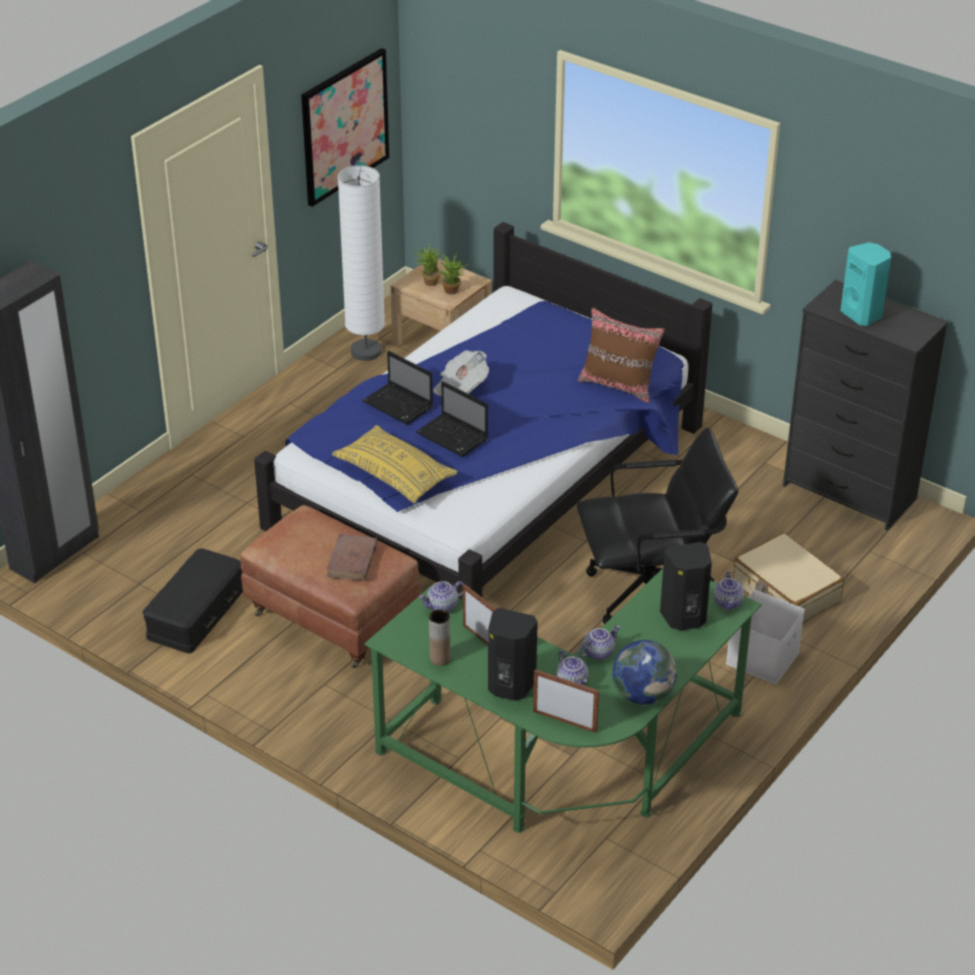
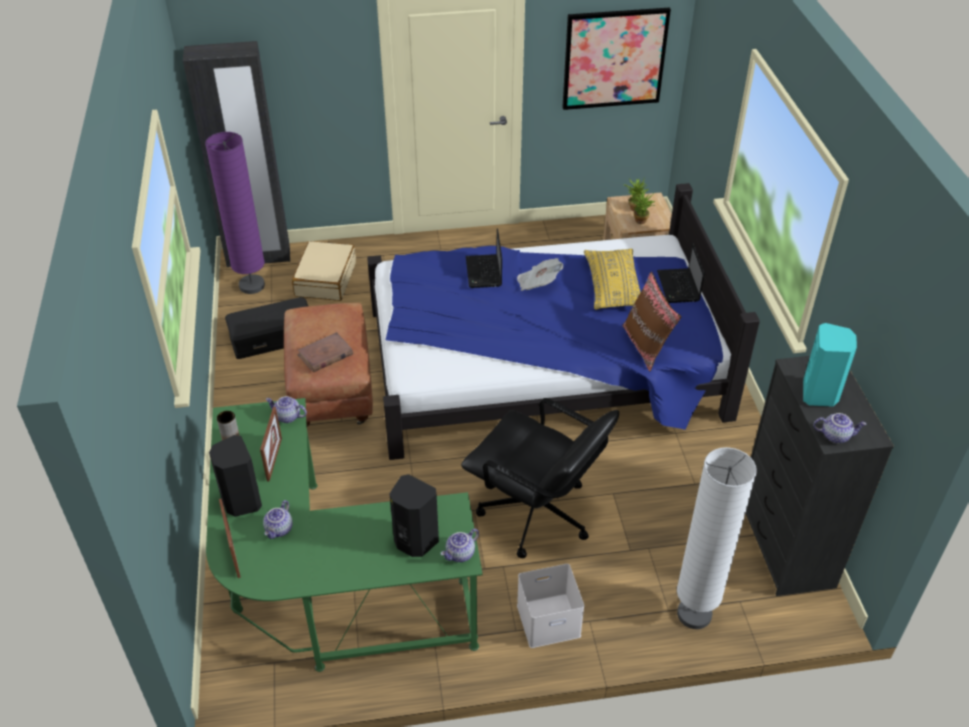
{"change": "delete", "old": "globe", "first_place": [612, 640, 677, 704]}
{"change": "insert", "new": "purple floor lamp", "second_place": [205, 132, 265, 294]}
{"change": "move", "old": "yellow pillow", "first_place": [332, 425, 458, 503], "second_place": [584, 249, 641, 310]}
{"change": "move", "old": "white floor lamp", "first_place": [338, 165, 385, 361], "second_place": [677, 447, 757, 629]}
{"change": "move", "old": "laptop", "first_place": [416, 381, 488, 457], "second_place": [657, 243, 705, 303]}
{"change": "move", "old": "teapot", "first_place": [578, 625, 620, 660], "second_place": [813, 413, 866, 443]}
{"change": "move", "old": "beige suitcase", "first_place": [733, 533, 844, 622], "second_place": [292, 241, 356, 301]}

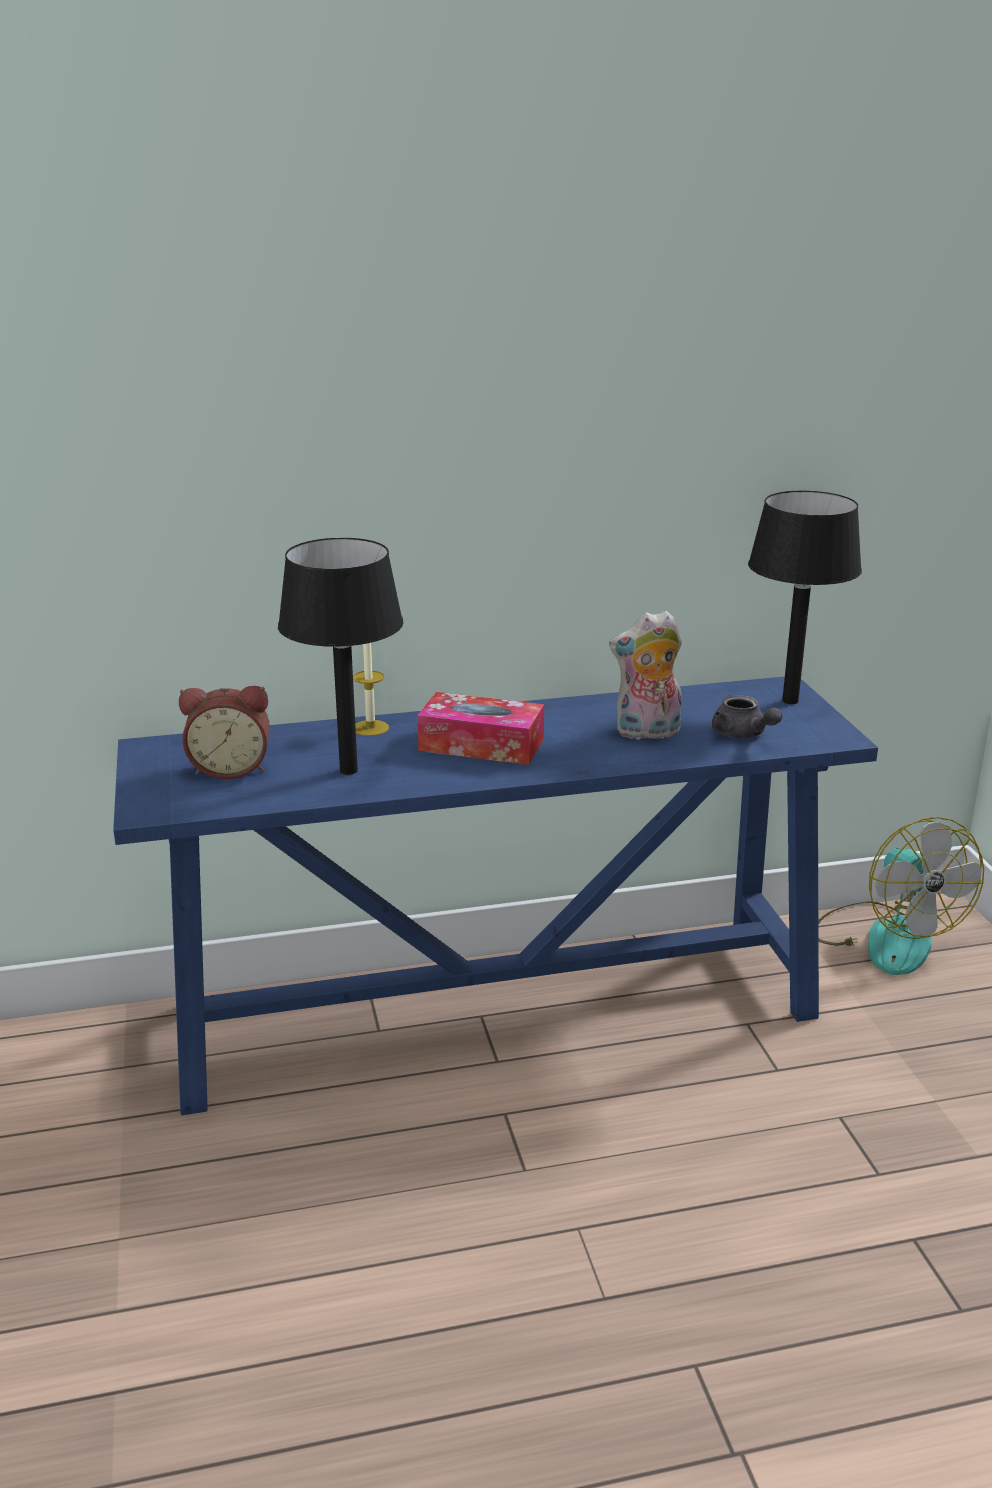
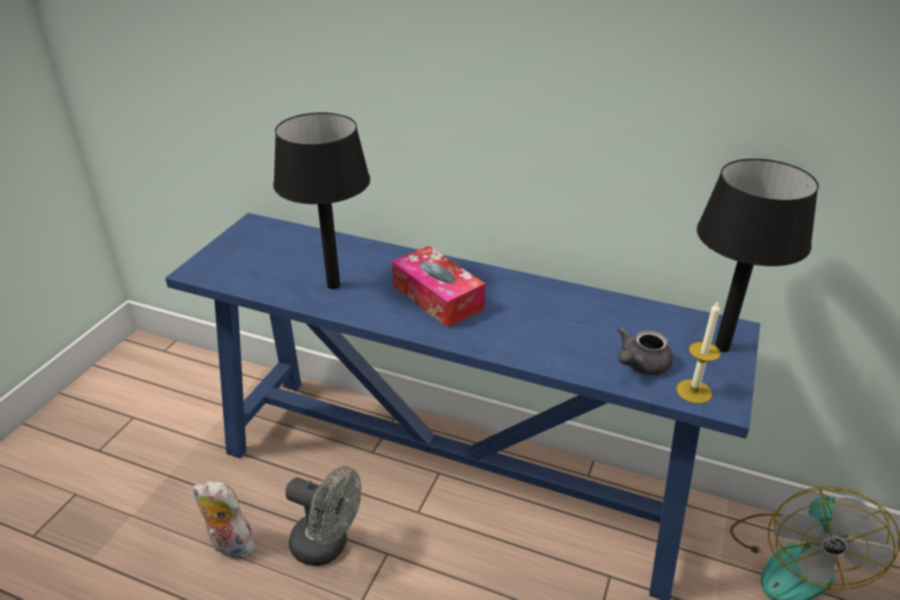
{"change": "delete", "old": "alarm clock", "first_place": [179, 686, 270, 779]}
{"change": "insert", "new": "grey fan", "second_place": [285, 466, 361, 566]}
{"change": "move", "old": "candle", "first_place": [353, 643, 389, 736], "second_place": [676, 301, 721, 404]}
{"change": "move", "old": "plush toy", "first_place": [609, 611, 682, 740], "second_place": [193, 481, 255, 559]}
{"change": "rotate", "old": "grey teapot", "first_place": [712, 695, 783, 738], "second_place": [618, 327, 673, 375], "degrees": 45}

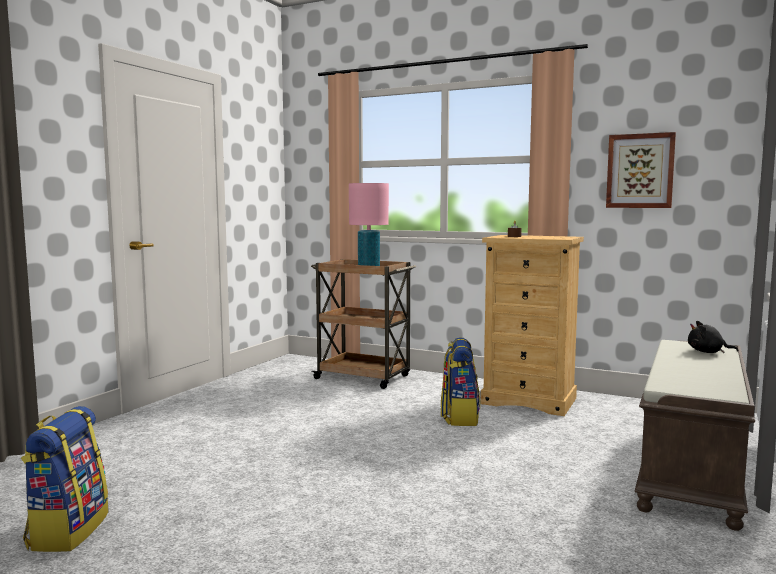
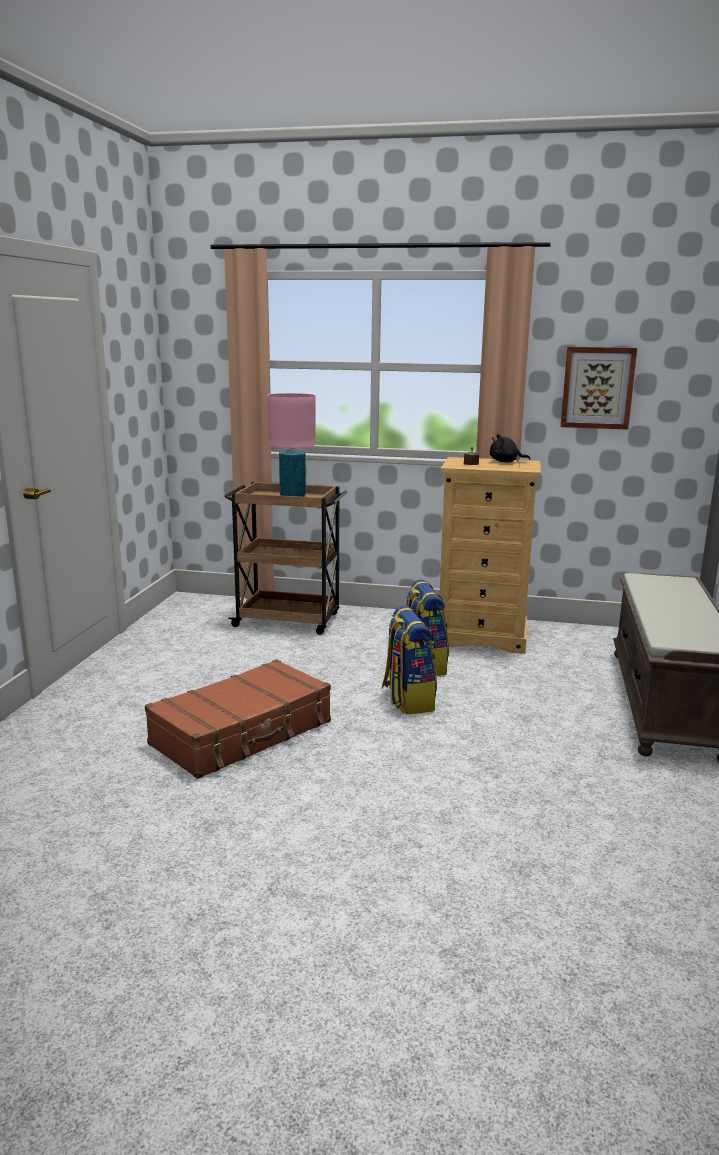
{"change": "insert", "new": "brown suitcase", "second_place": [145, 659, 331, 779]}
{"change": "move", "old": "backpack", "first_place": [21, 406, 109, 552], "second_place": [382, 606, 437, 714]}
{"change": "move", "old": "black plush toy", "first_place": [688, 321, 739, 353], "second_place": [490, 434, 530, 462]}

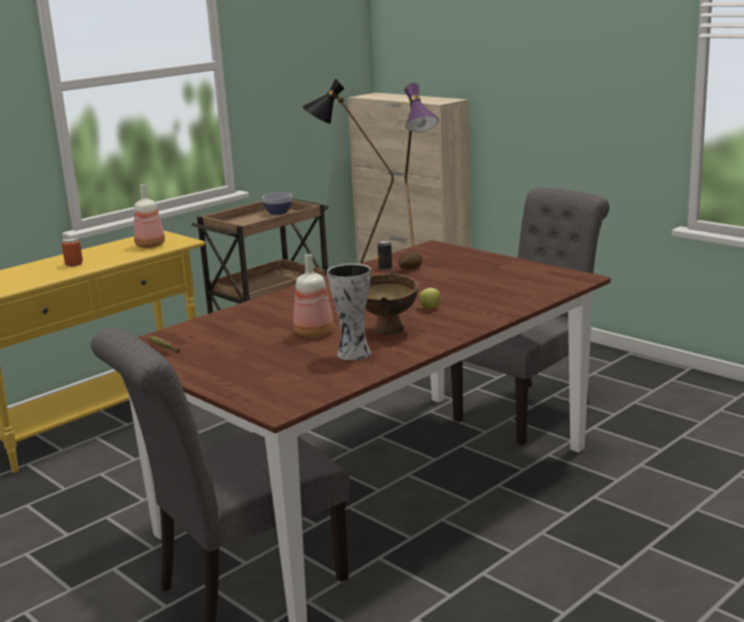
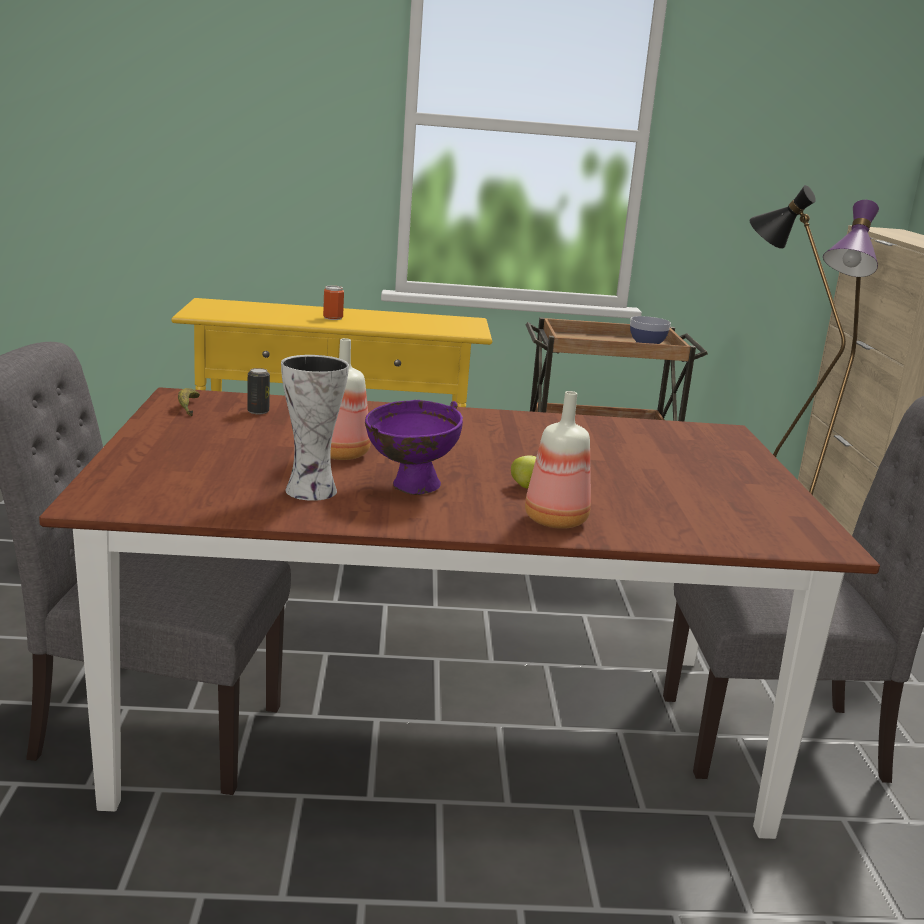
{"change": "delete", "old": "potato", "first_place": [398, 252, 422, 269]}
{"change": "move", "old": "bottle", "first_place": [134, 184, 165, 248], "second_place": [525, 391, 591, 529]}
{"change": "move", "old": "can", "first_place": [377, 240, 392, 270], "second_place": [247, 368, 270, 414]}
{"change": "recolor", "old": "brown bowl", "new": "purple bowl", "first_place": [366, 270, 418, 335], "second_place": [365, 400, 463, 495]}

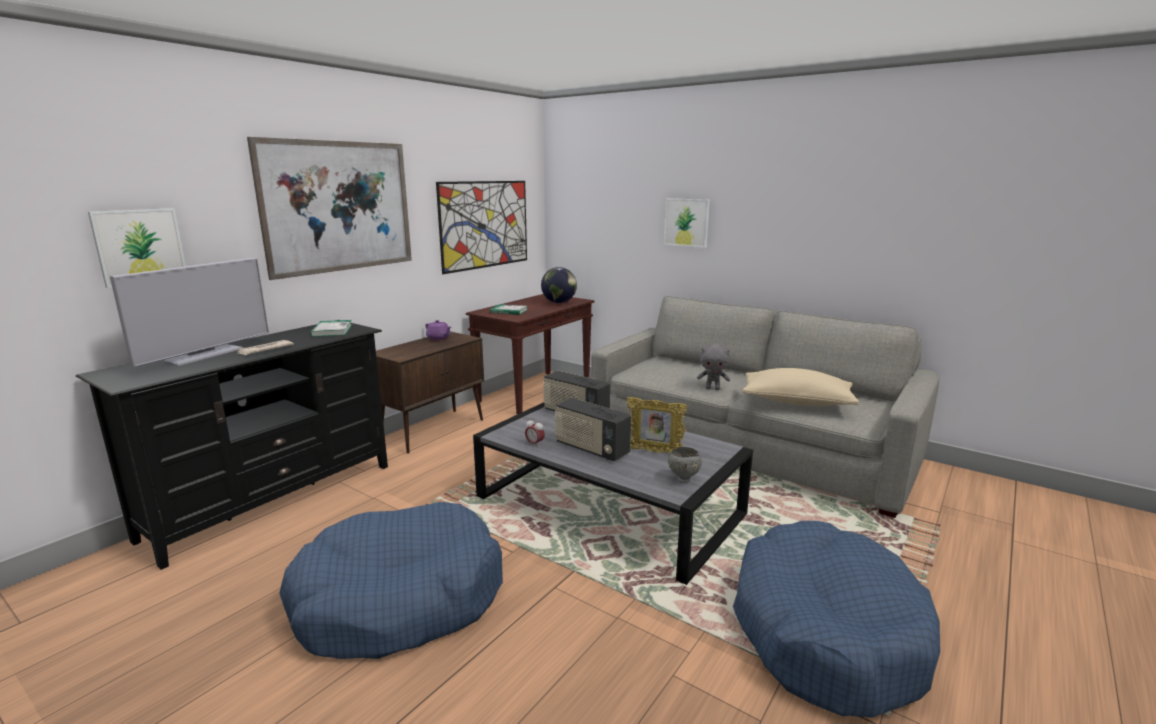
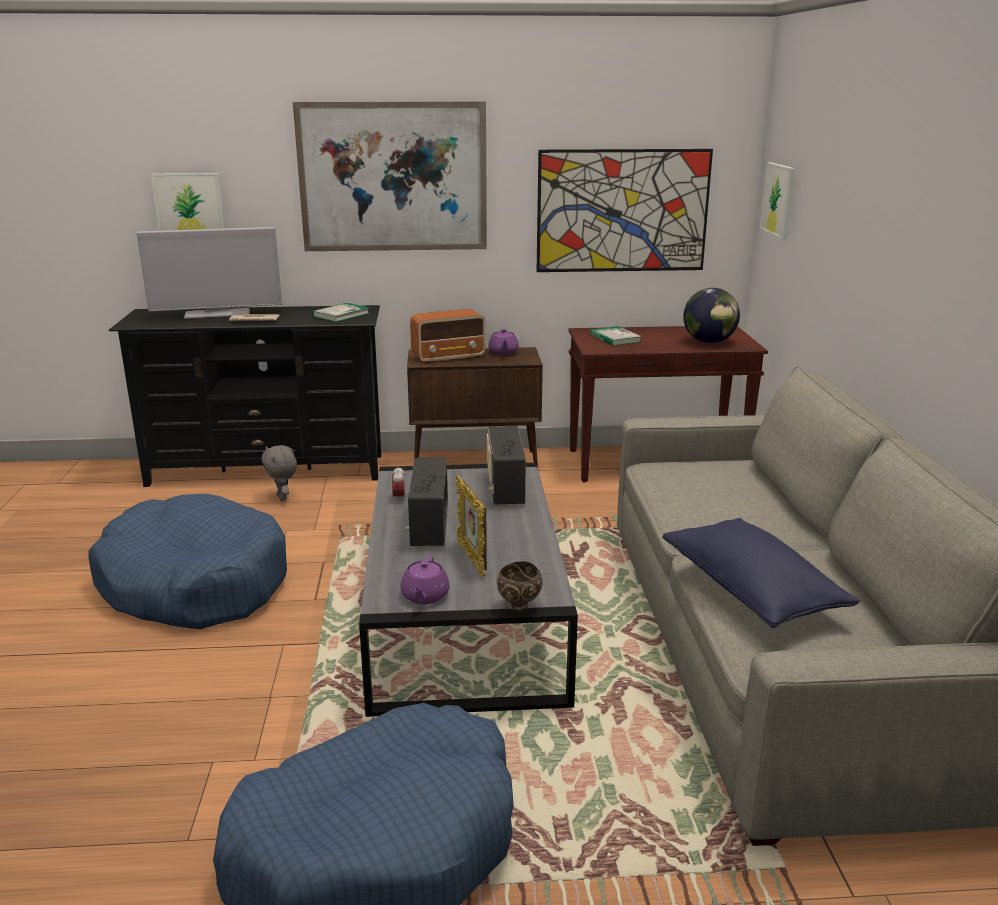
{"change": "insert", "new": "radio", "second_place": [410, 309, 486, 364]}
{"change": "insert", "new": "brown bowl", "second_place": [497, 561, 543, 611]}
{"change": "move", "old": "picture", "first_place": [664, 198, 710, 248], "second_place": [760, 162, 795, 239]}
{"change": "move", "old": "grey plush toy", "first_place": [697, 344, 730, 390], "second_place": [261, 445, 297, 501]}
{"change": "replace", "old": "grey bowl", "new": "purple teapot", "first_place": [668, 447, 702, 483], "second_place": [401, 556, 450, 604]}
{"change": "recolor", "old": "beige pillow", "new": "blue pillow", "first_place": [742, 368, 859, 406], "second_place": [662, 518, 860, 628]}

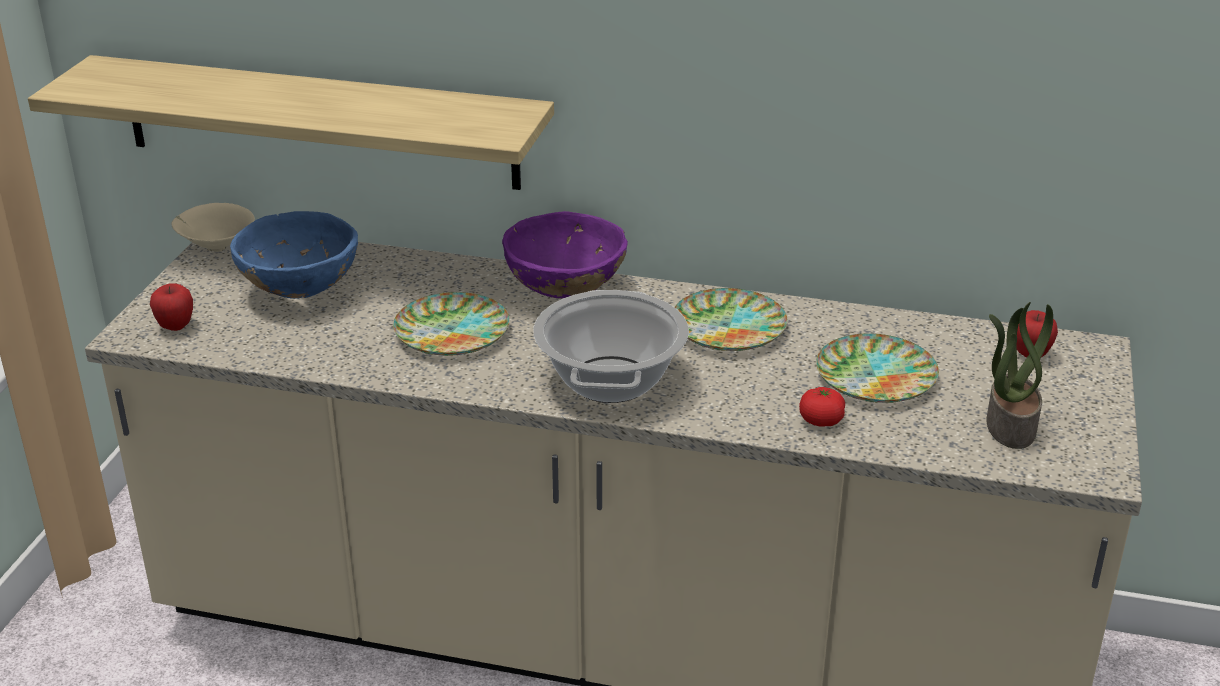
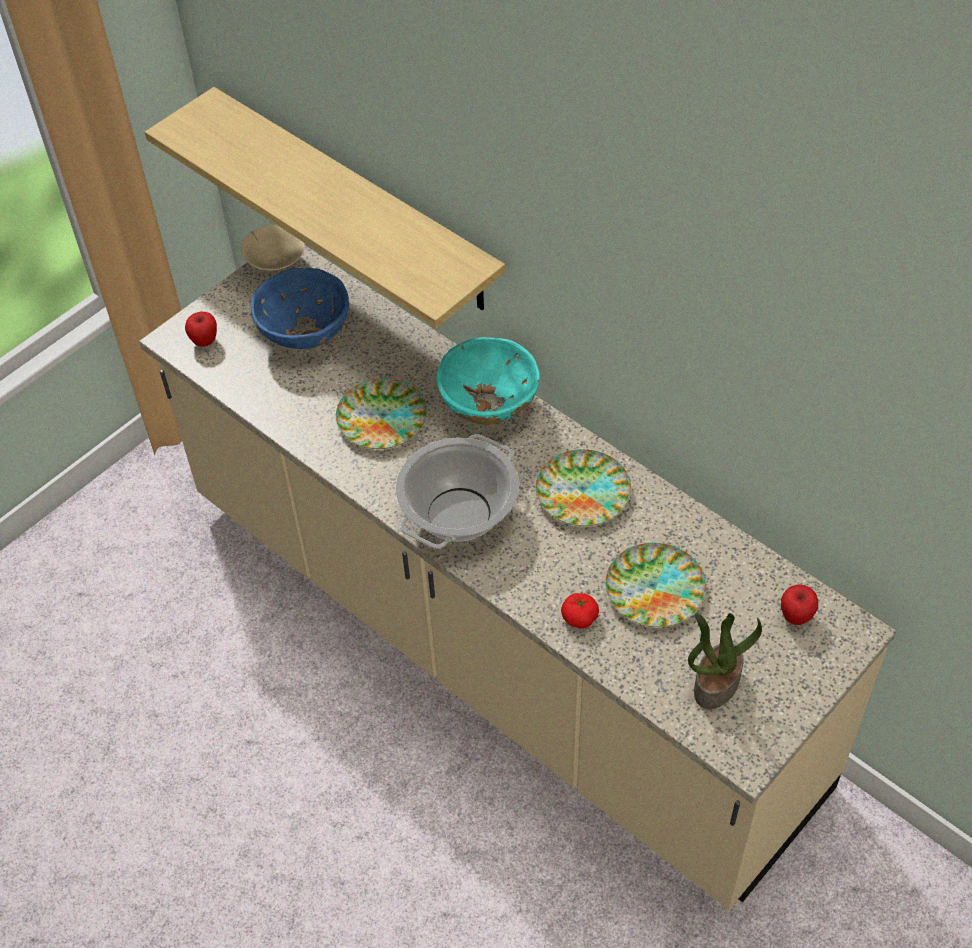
{"change": "recolor", "old": "purple bowl", "new": "turquoise bowl", "first_place": [502, 211, 628, 298], "second_place": [436, 337, 540, 425]}

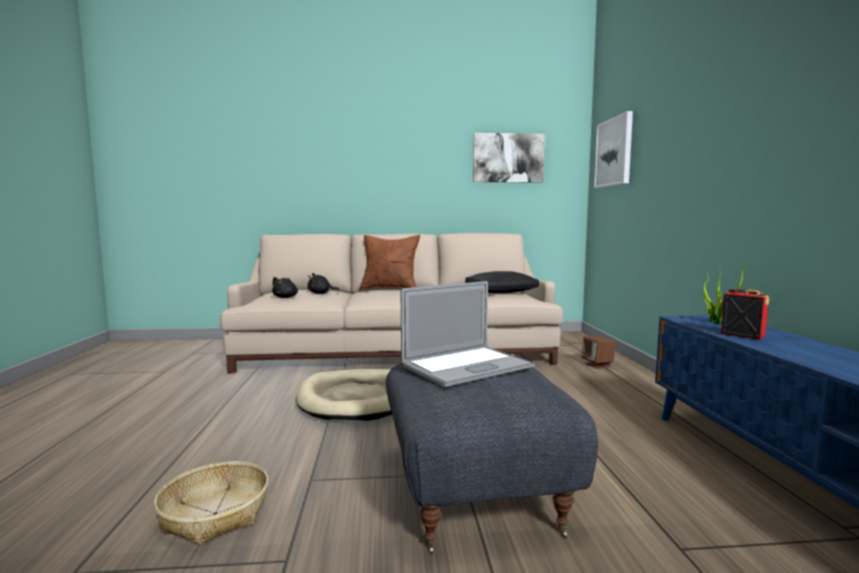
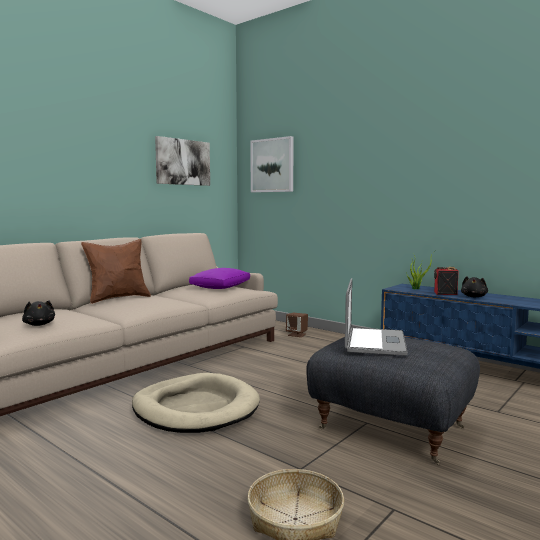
{"change": "move", "old": "black plush toy", "first_place": [308, 273, 340, 294], "second_place": [461, 276, 488, 297]}
{"change": "recolor", "old": "black pillow", "new": "purple pillow", "first_place": [465, 271, 539, 293], "second_place": [189, 268, 250, 289]}

